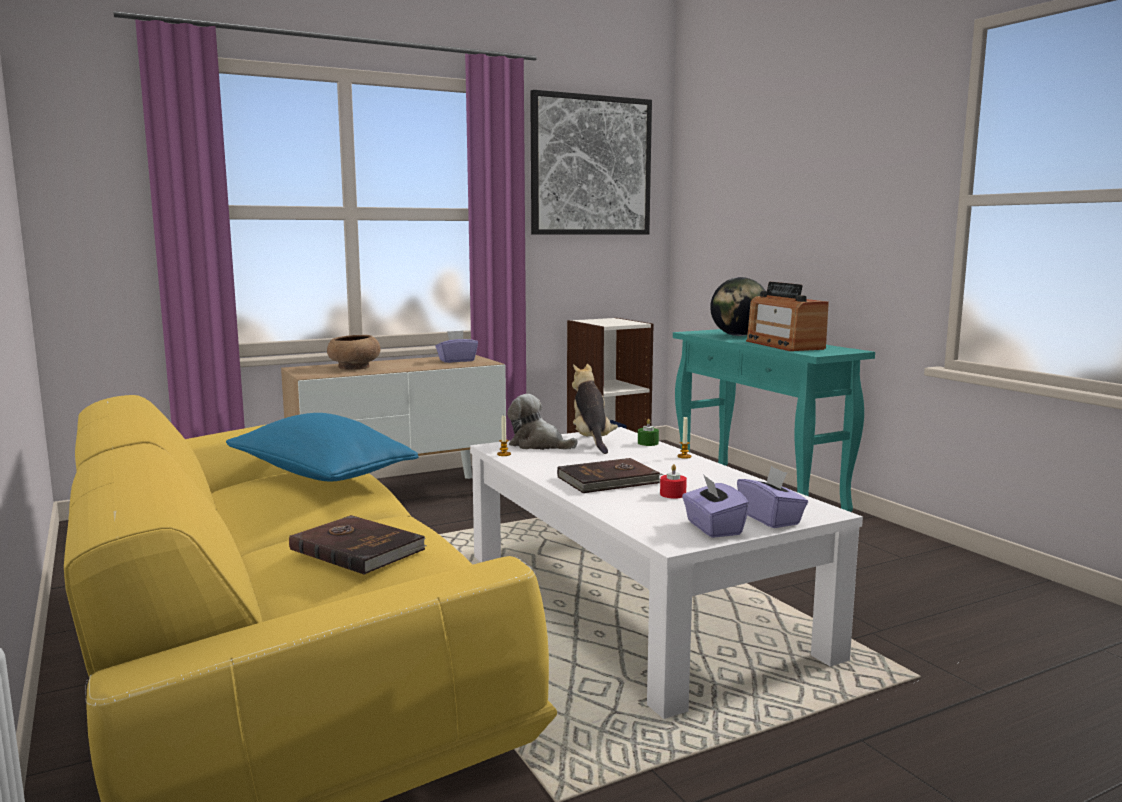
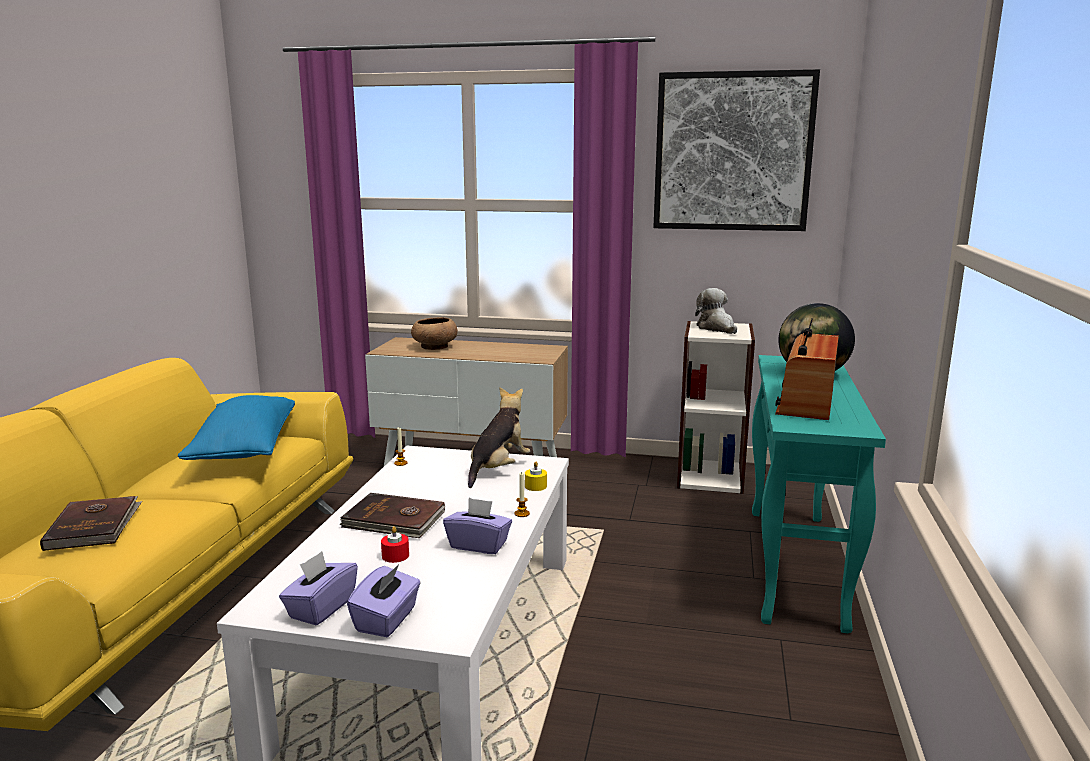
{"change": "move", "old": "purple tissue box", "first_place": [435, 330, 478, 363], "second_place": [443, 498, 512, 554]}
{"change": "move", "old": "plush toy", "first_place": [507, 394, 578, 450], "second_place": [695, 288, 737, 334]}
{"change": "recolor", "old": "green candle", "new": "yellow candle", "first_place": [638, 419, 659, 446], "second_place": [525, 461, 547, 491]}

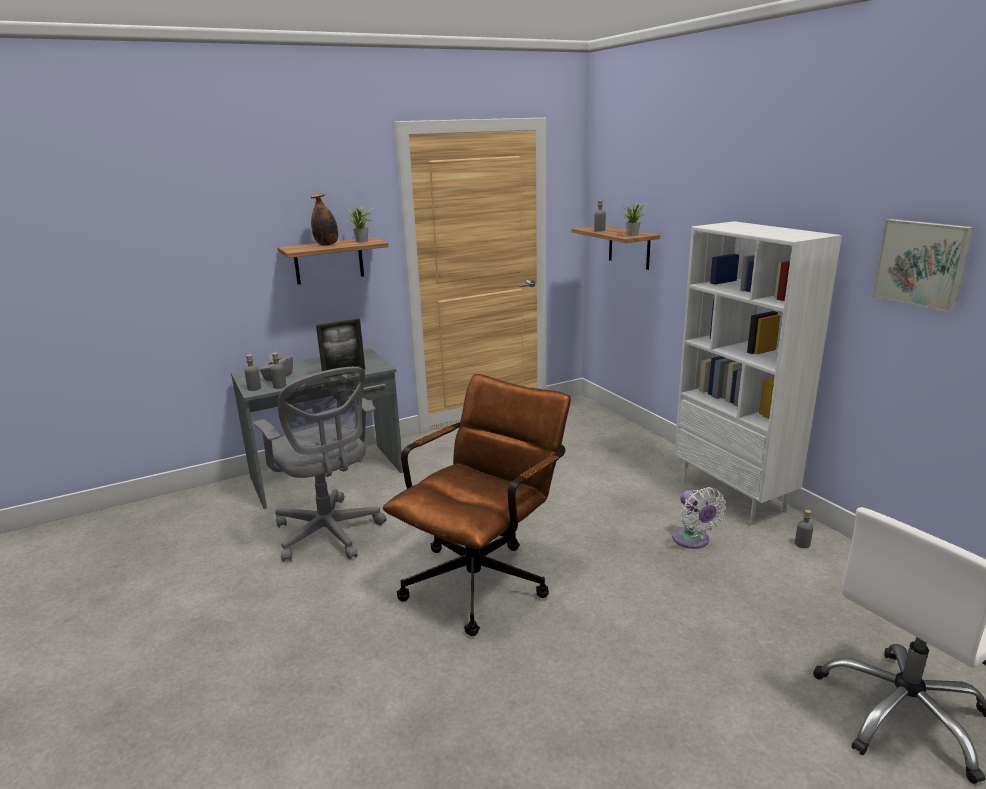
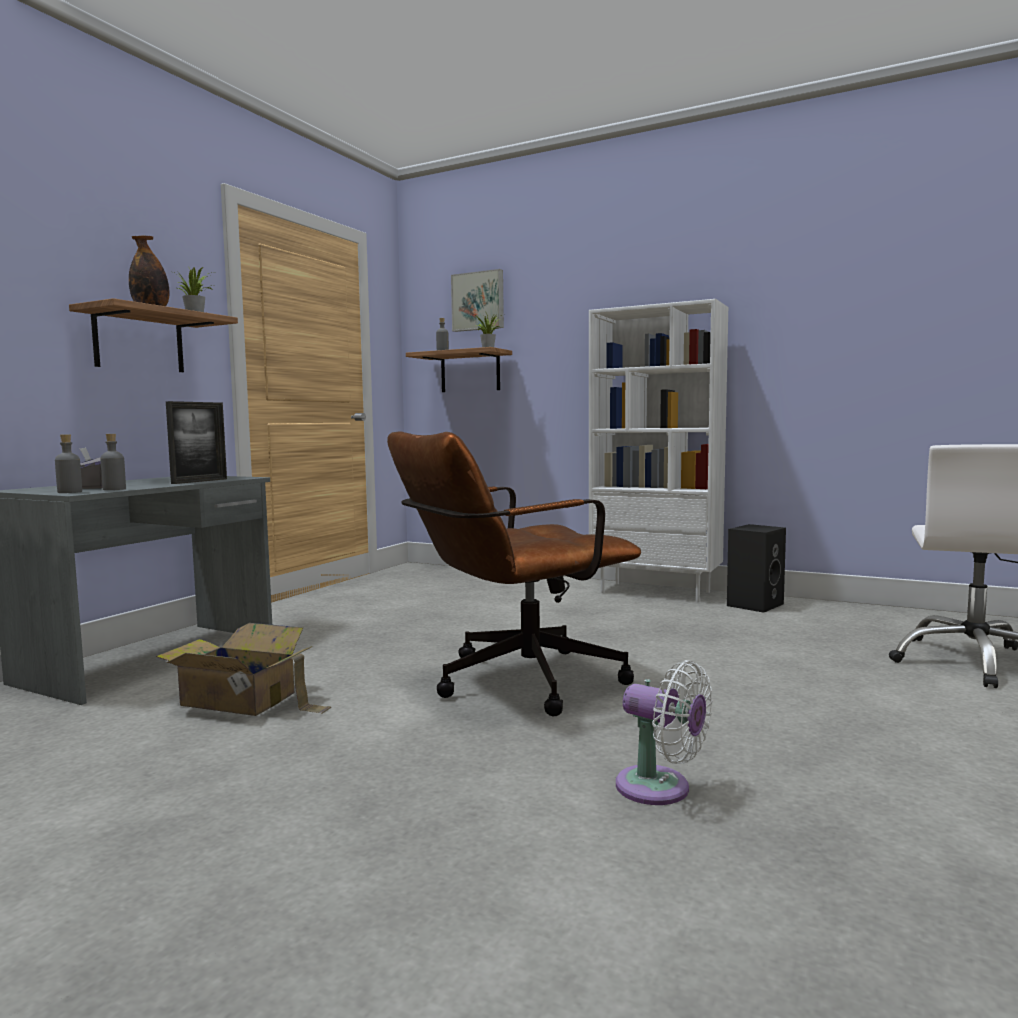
{"change": "move", "old": "white fan", "first_place": [672, 487, 726, 549], "second_place": [616, 660, 712, 805]}
{"change": "move", "old": "picture", "first_place": [872, 219, 974, 312], "second_place": [451, 269, 504, 332]}
{"change": "replace", "old": "grey office chair", "new": "cardboard box", "first_place": [253, 367, 387, 562], "second_place": [156, 623, 331, 716]}
{"change": "replace", "old": "grey bottle", "new": "black speaker", "first_place": [795, 510, 813, 548], "second_place": [727, 524, 786, 613]}
{"change": "rotate", "old": "brown office chair", "first_place": [383, 374, 571, 636], "second_place": [387, 431, 641, 716], "degrees": -120}

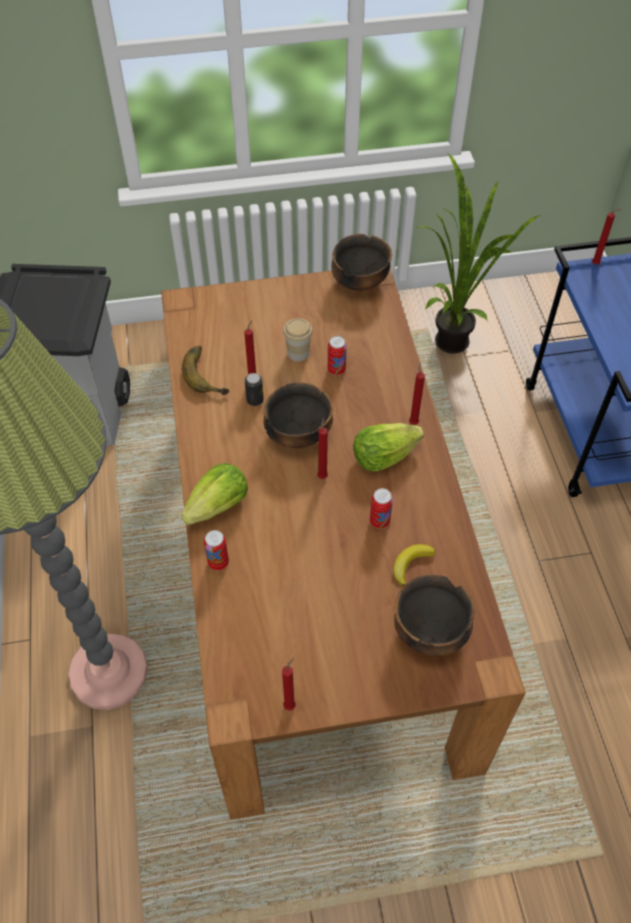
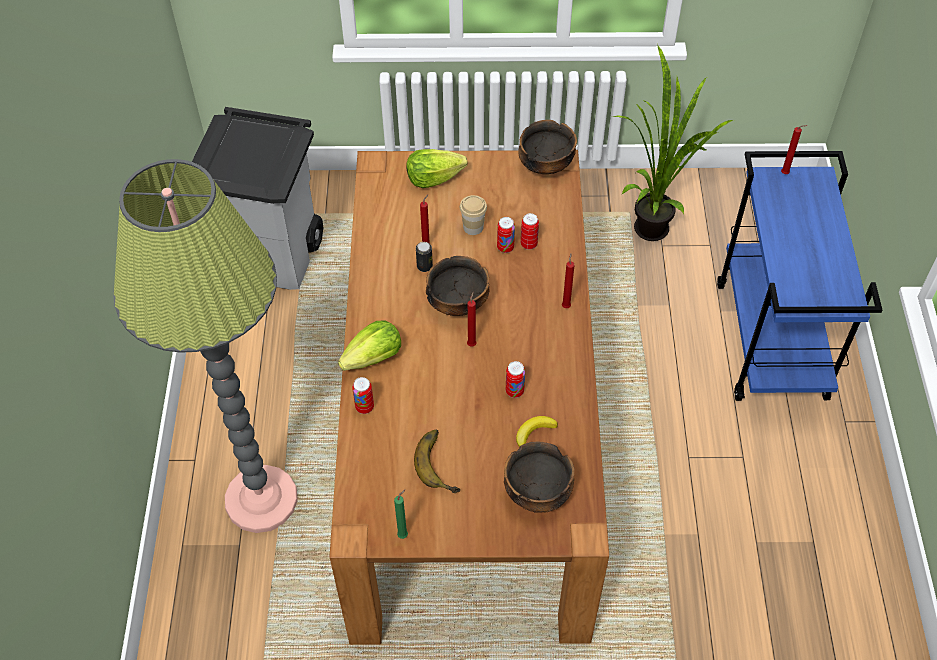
{"change": "insert", "new": "can", "second_place": [521, 213, 539, 250]}
{"change": "move", "old": "banana", "first_place": [182, 346, 229, 395], "second_place": [414, 430, 460, 493]}
{"change": "move", "old": "lettuce", "first_place": [353, 423, 424, 472], "second_place": [406, 149, 467, 188]}
{"change": "recolor", "old": "red candle", "new": "green candle", "first_place": [282, 658, 296, 711], "second_place": [394, 489, 408, 539]}

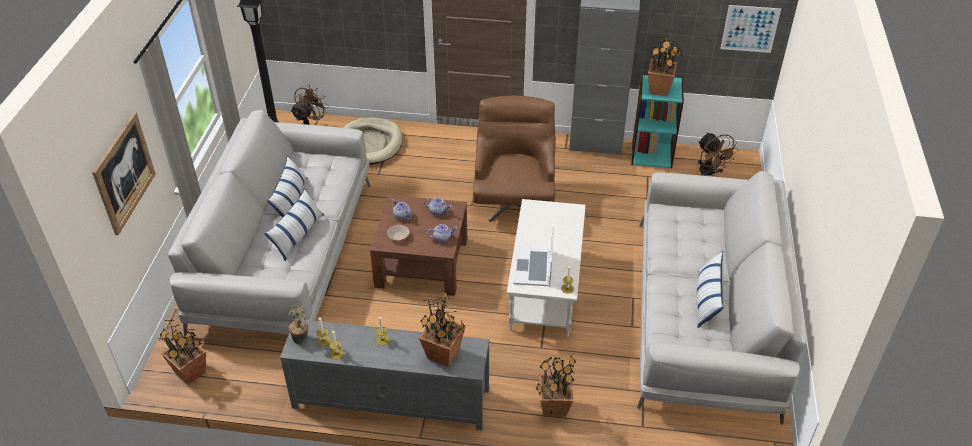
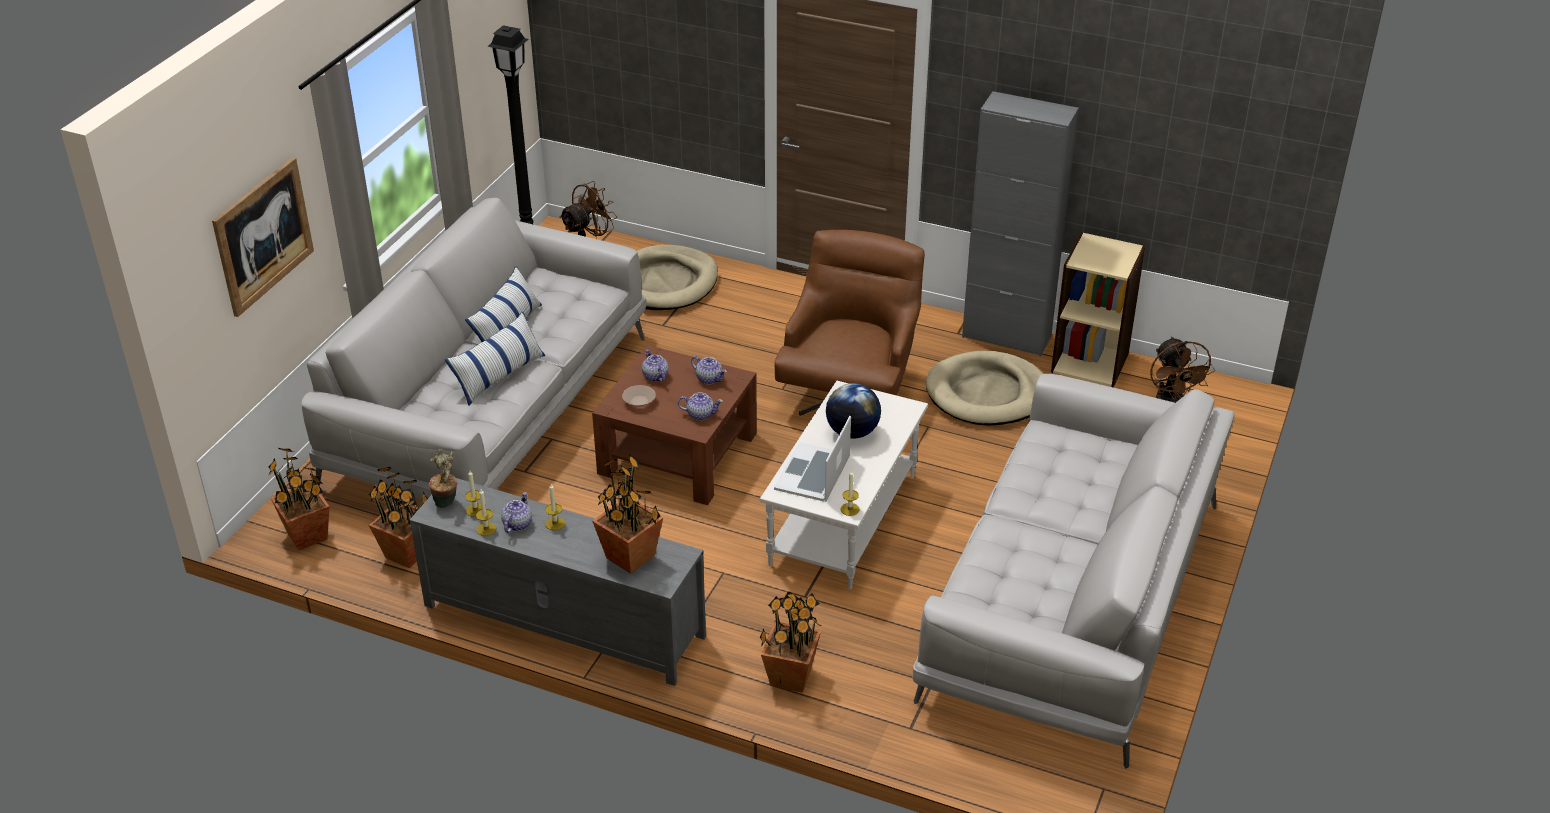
{"change": "delete", "old": "pillow", "first_place": [697, 251, 724, 328]}
{"change": "delete", "old": "picture", "first_place": [720, 5, 781, 53]}
{"change": "insert", "new": "teapot", "second_place": [501, 492, 532, 533]}
{"change": "insert", "new": "globe", "second_place": [826, 383, 881, 439]}
{"change": "insert", "new": "beige dog bed", "second_place": [926, 351, 1043, 426]}
{"change": "move", "old": "potted plant", "first_place": [648, 33, 682, 96], "second_place": [369, 467, 428, 568]}
{"change": "recolor", "old": "turquoise bookcase", "new": "beige bookcase", "first_place": [631, 75, 684, 168], "second_place": [1051, 232, 1145, 388]}

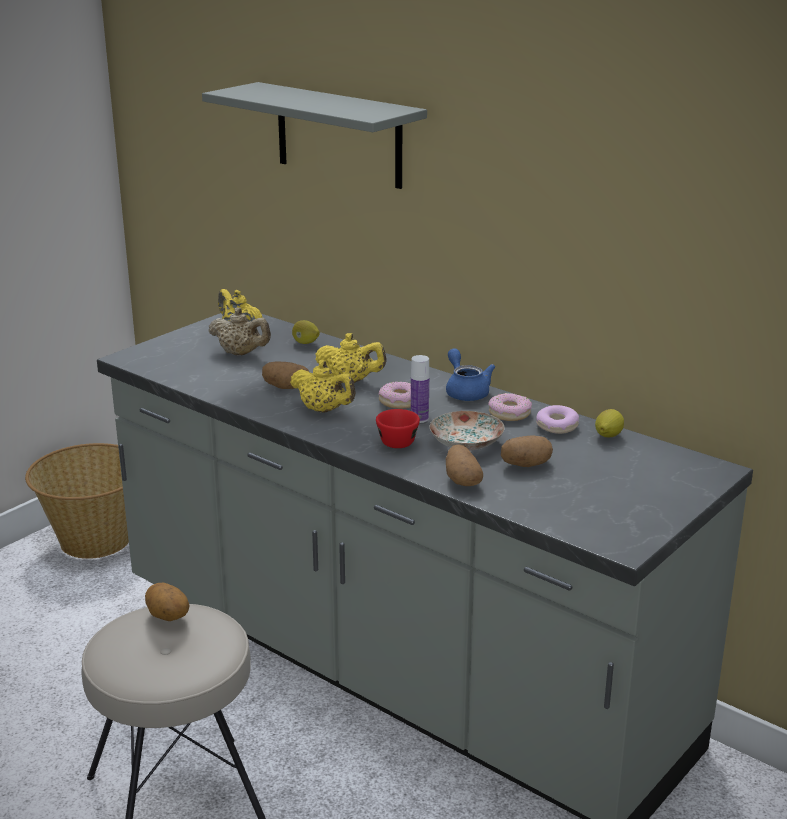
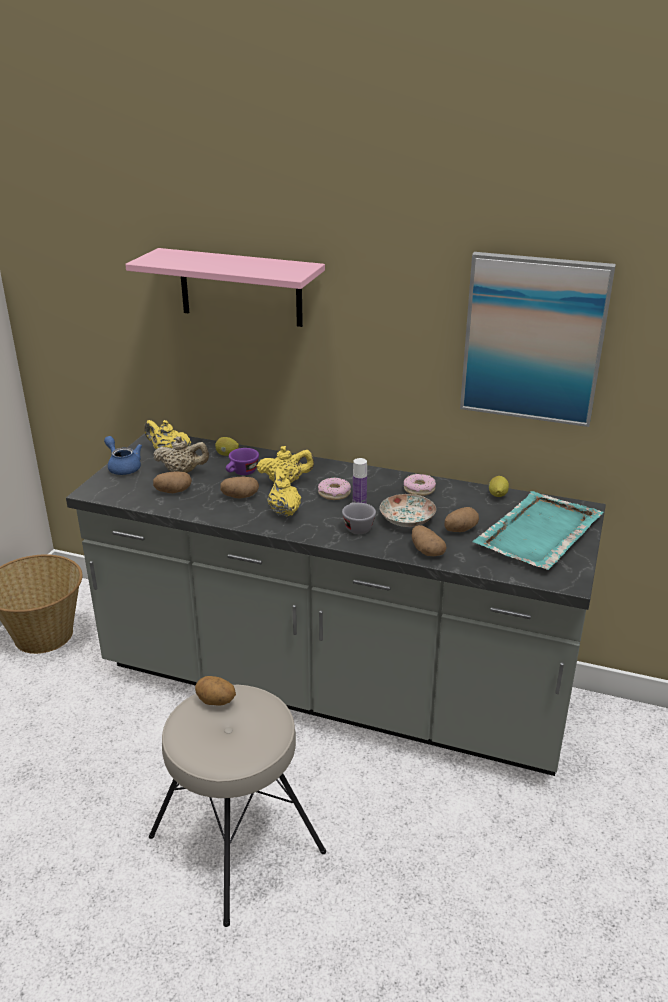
{"change": "delete", "old": "donut", "first_place": [536, 405, 579, 434]}
{"change": "insert", "new": "potato", "second_place": [153, 471, 192, 493]}
{"change": "insert", "new": "purple cup", "second_place": [226, 448, 259, 475]}
{"change": "insert", "new": "picture", "second_place": [460, 252, 616, 427]}
{"change": "insert", "new": "turquoise tray", "second_place": [472, 491, 604, 570]}
{"change": "move", "old": "blue teapot", "first_place": [446, 349, 495, 401], "second_place": [104, 436, 142, 475]}
{"change": "recolor", "old": "grey shelf", "new": "pink shelf", "first_place": [202, 82, 427, 189], "second_place": [125, 248, 325, 327]}
{"change": "recolor", "old": "red cup", "new": "grey cup", "first_place": [376, 409, 420, 448], "second_place": [342, 502, 376, 534]}
{"change": "rotate", "old": "yellow teapot", "first_place": [290, 360, 356, 413], "second_place": [268, 468, 301, 517], "degrees": -120}

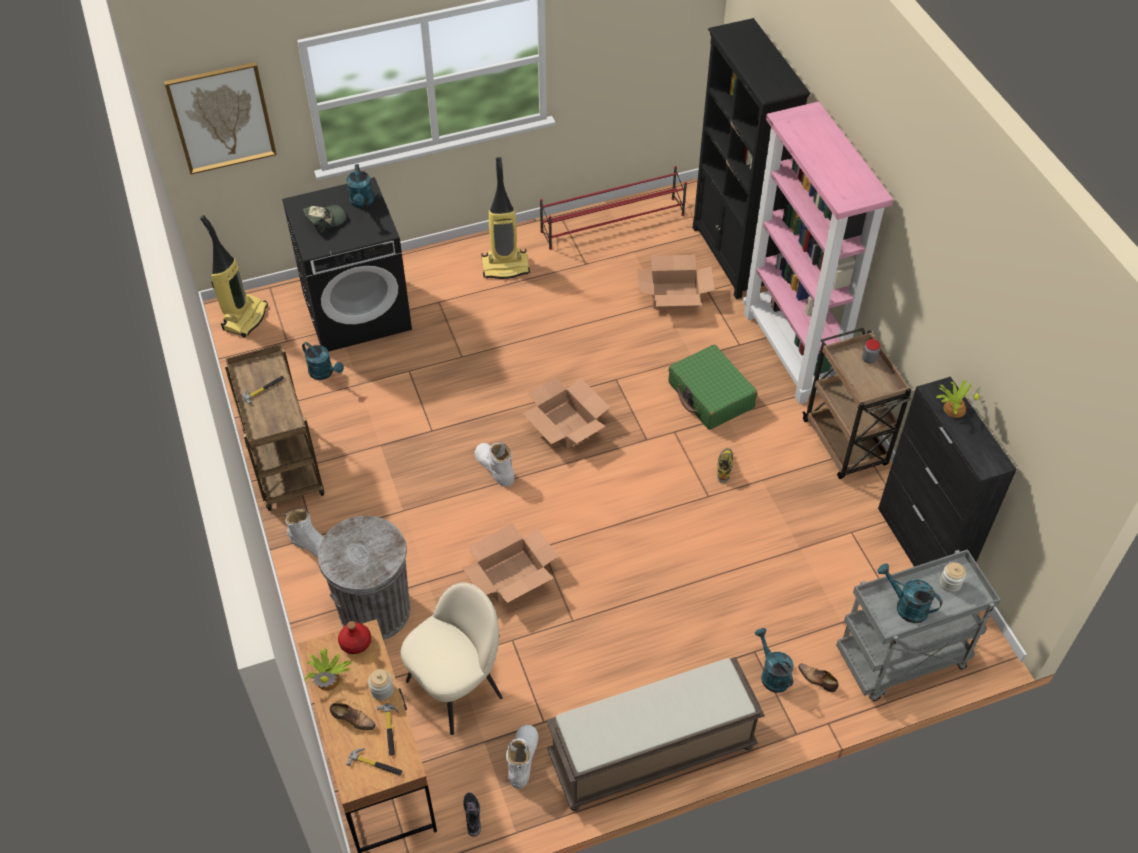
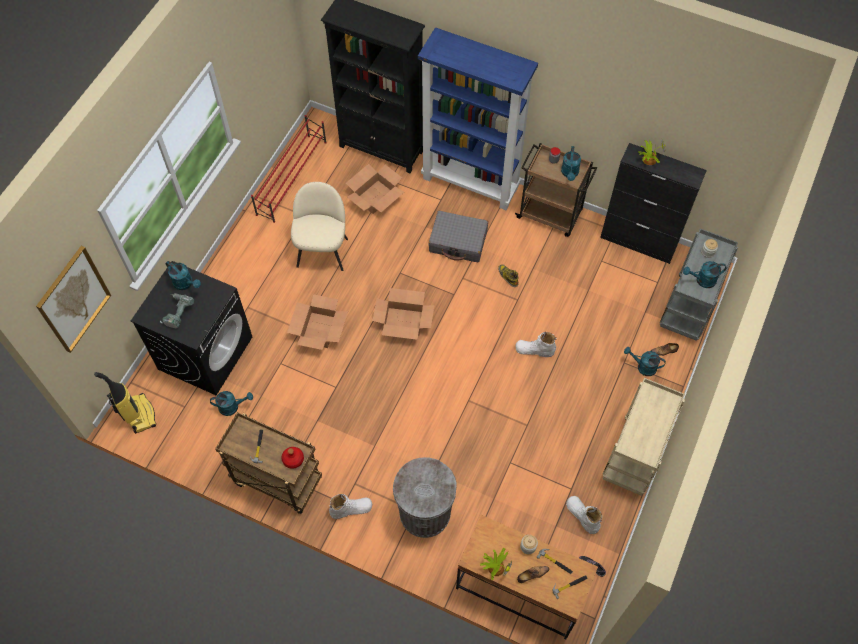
{"change": "delete", "old": "vacuum cleaner", "first_place": [482, 157, 530, 279]}
{"change": "insert", "new": "turquoise watering can", "second_place": [561, 146, 581, 181]}
{"change": "move", "old": "red bottle", "first_place": [338, 621, 371, 654], "second_place": [282, 447, 304, 469]}
{"change": "move", "old": "beige chair", "first_place": [401, 582, 503, 735], "second_place": [291, 182, 348, 271]}
{"change": "move", "old": "cardboard box", "first_place": [462, 523, 558, 603], "second_place": [287, 294, 348, 350]}
{"change": "move", "old": "white boot", "first_place": [475, 442, 514, 487], "second_place": [516, 332, 557, 357]}
{"change": "replace", "old": "cap", "new": "power drill", "first_place": [303, 205, 346, 235], "second_place": [160, 293, 194, 328]}
{"change": "replace", "old": "brown bench", "new": "beige cart", "first_place": [546, 657, 765, 811], "second_place": [603, 378, 685, 496]}
{"change": "recolor", "old": "green suitcase", "new": "grey suitcase", "first_place": [668, 345, 757, 430], "second_place": [429, 211, 488, 262]}
{"change": "recolor", "old": "pink bookcase", "new": "blue bookcase", "first_place": [742, 101, 893, 404], "second_place": [418, 27, 538, 210]}

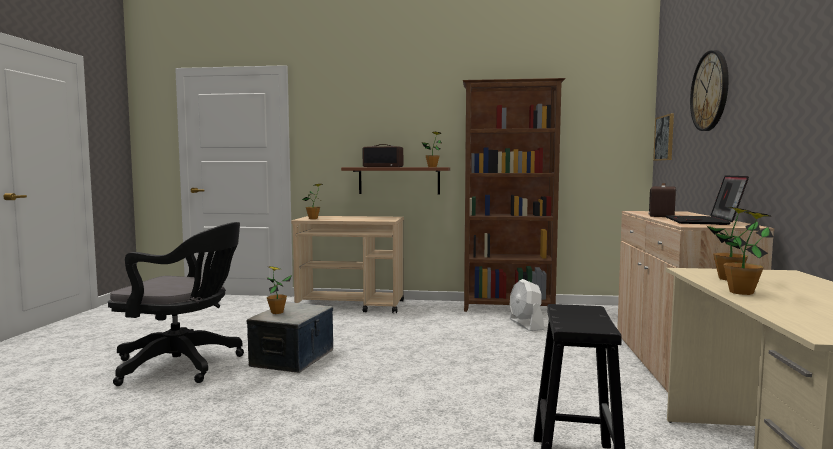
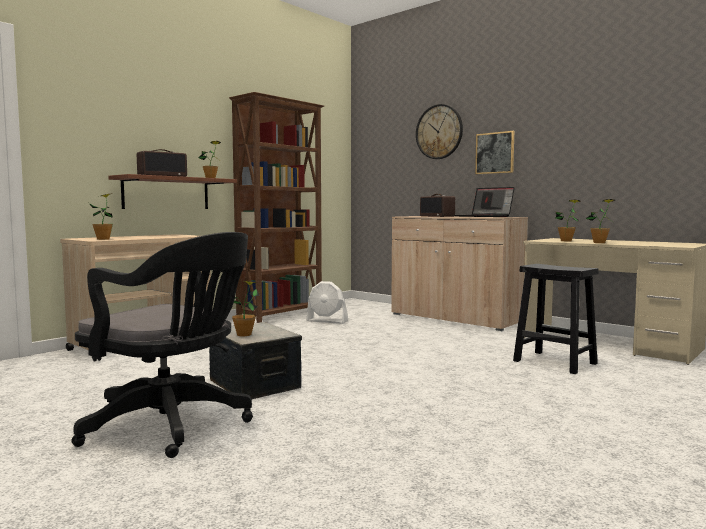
{"change": "move", "old": "picture", "first_place": [653, 114, 674, 161], "second_place": [475, 131, 514, 174]}
{"change": "rotate", "old": "black office chair", "first_place": [108, 222, 244, 386], "second_place": [72, 232, 253, 458], "degrees": 75}

